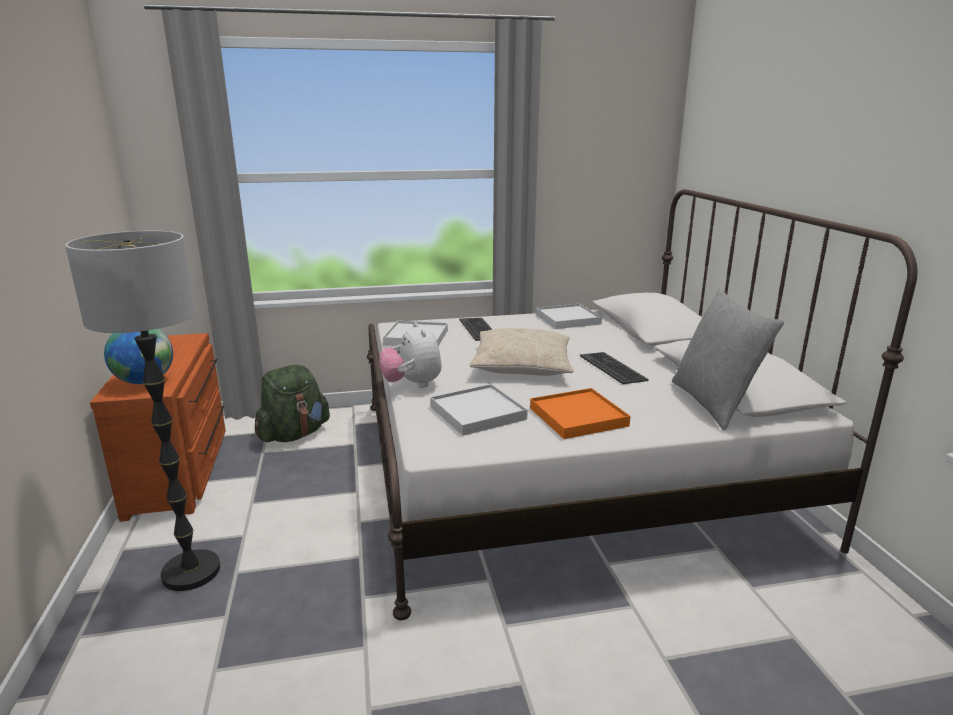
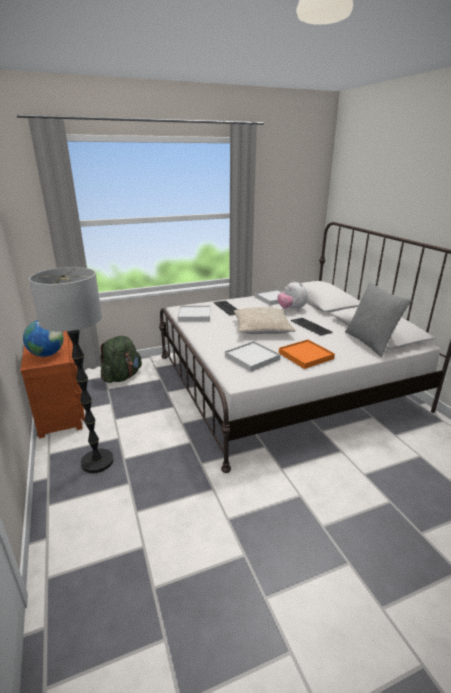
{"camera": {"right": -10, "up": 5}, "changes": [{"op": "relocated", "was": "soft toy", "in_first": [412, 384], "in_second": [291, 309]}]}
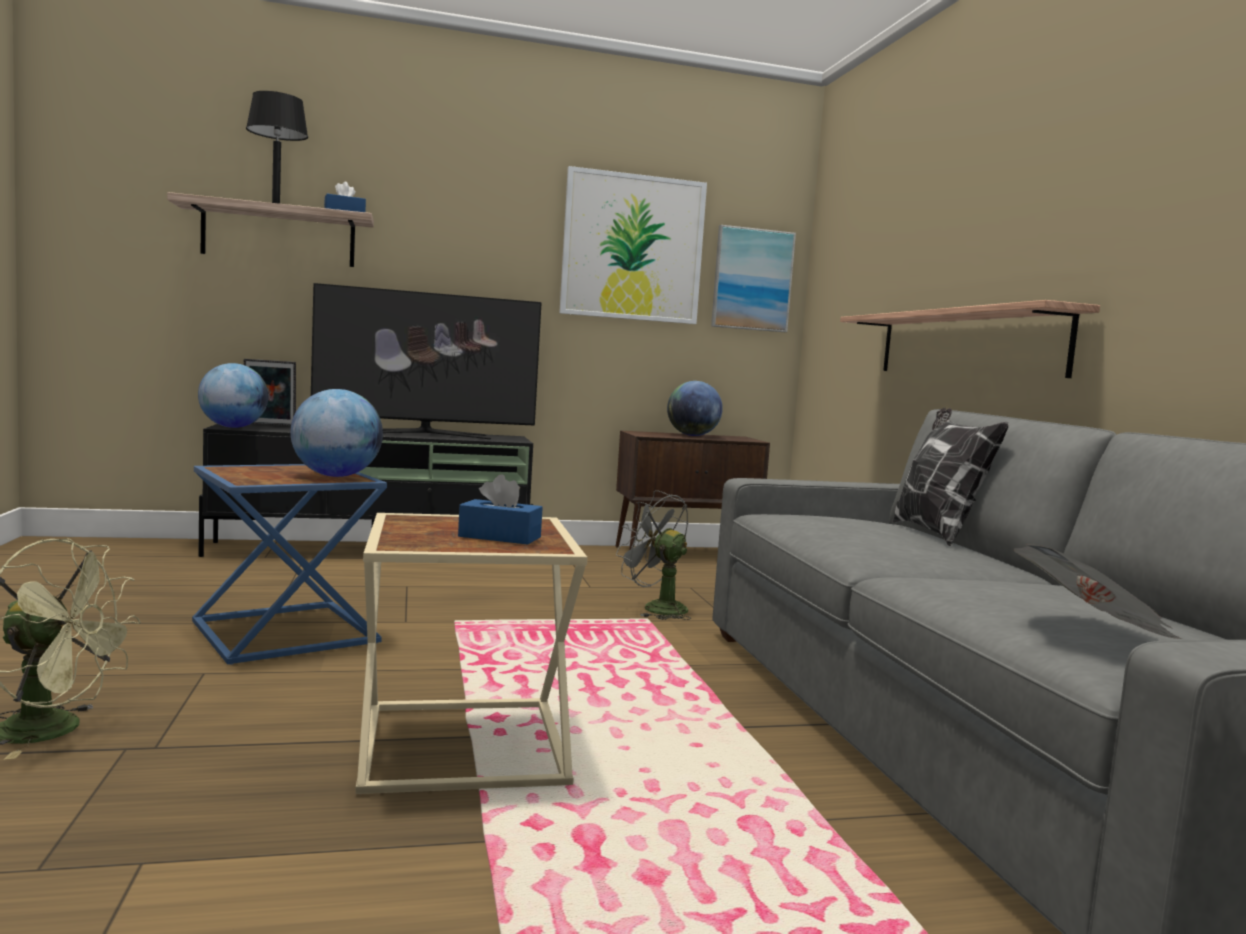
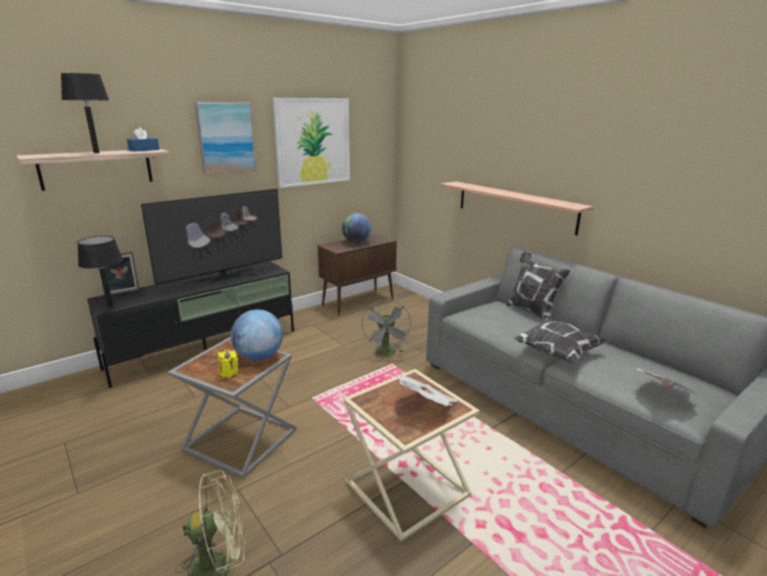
{"camera": {"right": -25, "up": 15}, "changes": [{"op": "colour", "was": "accent table/bluish", "now": "accent table/greyish", "in_first": [281, 632], "in_second": [239, 440]}, {"op": "exchanged", "was": "globe", "now": "tabletop lamp/black", "in_first": [233, 427], "in_second": [110, 306]}, {"op": "exchanged", "was": "tissue box/bluish", "now": "printed paper", "in_first": [499, 537], "in_second": [427, 405]}, {"op": "spun", "was": "cooling fan/greyish", "in_first": [655, 608], "in_second": [386, 353], "clockwise": -105}, {"op": "relocated", "was": "wall picture", "in_first": [752, 279], "in_second": [226, 138]}, {"op": "appeared", "now": "wax candle/yellow", "in_second": [229, 373]}, {"op": "appeared", "now": "cushion", "in_second": [556, 352]}]}
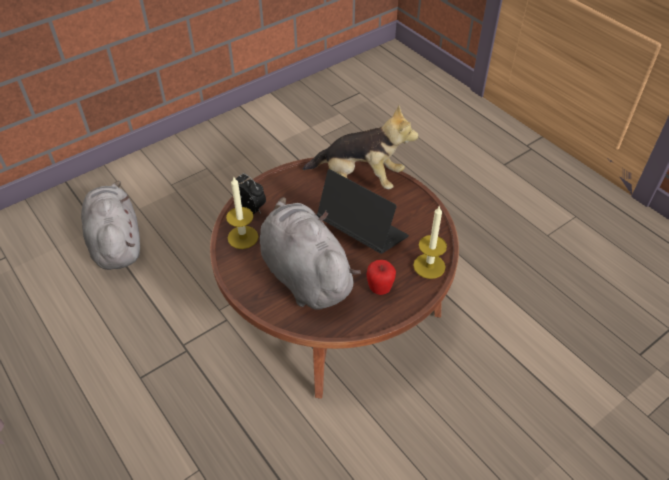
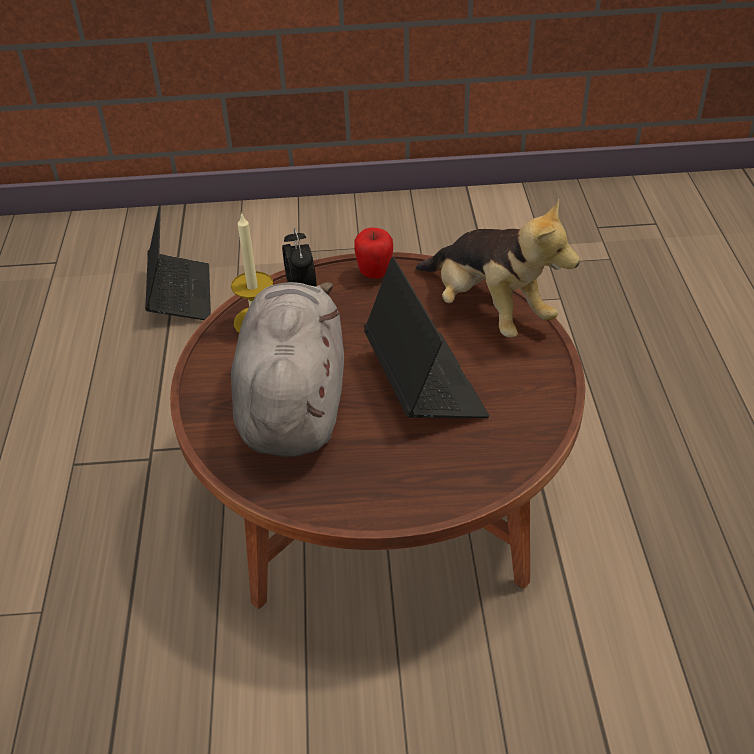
{"camera": {"right": 35, "up": -5}, "changes": [{"op": "exchanged", "was": "soft toy/greyish", "now": "laptop", "in_first": [116, 243], "in_second": [180, 295]}, {"op": "relocated", "was": "apple", "in_first": [379, 288], "in_second": [374, 273]}, {"op": "missing", "was": "wax candle", "in_first": [429, 266]}]}
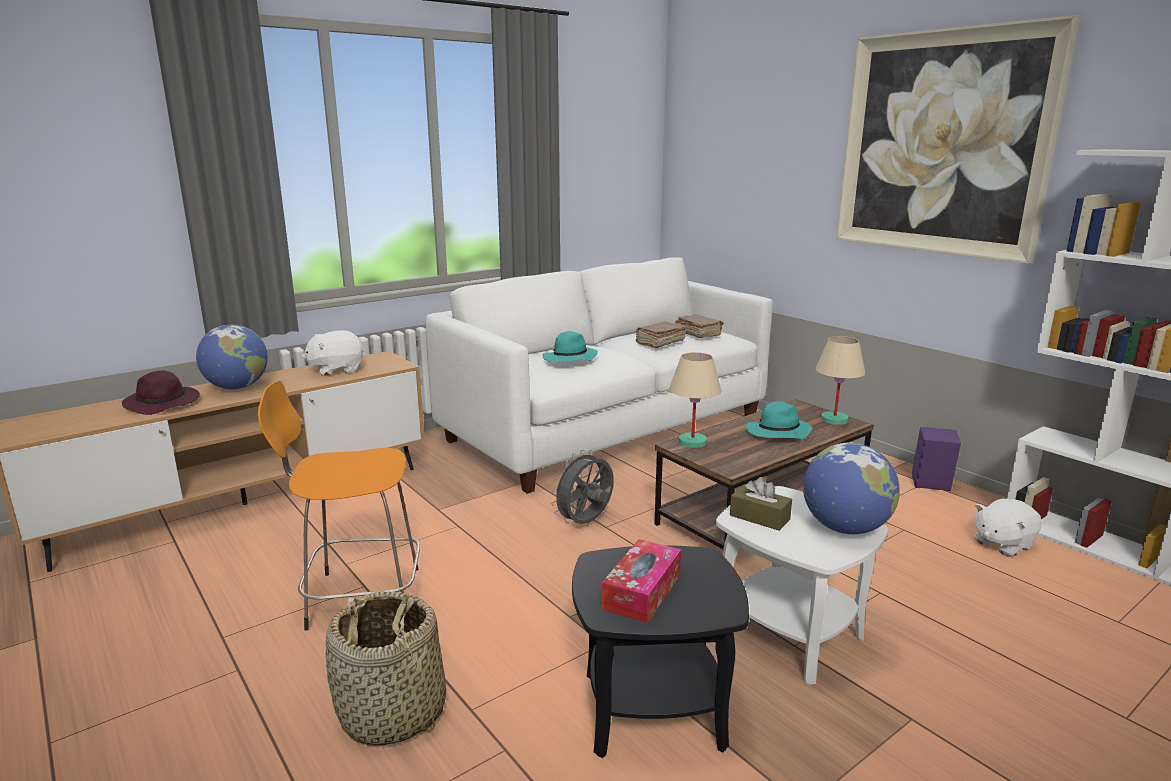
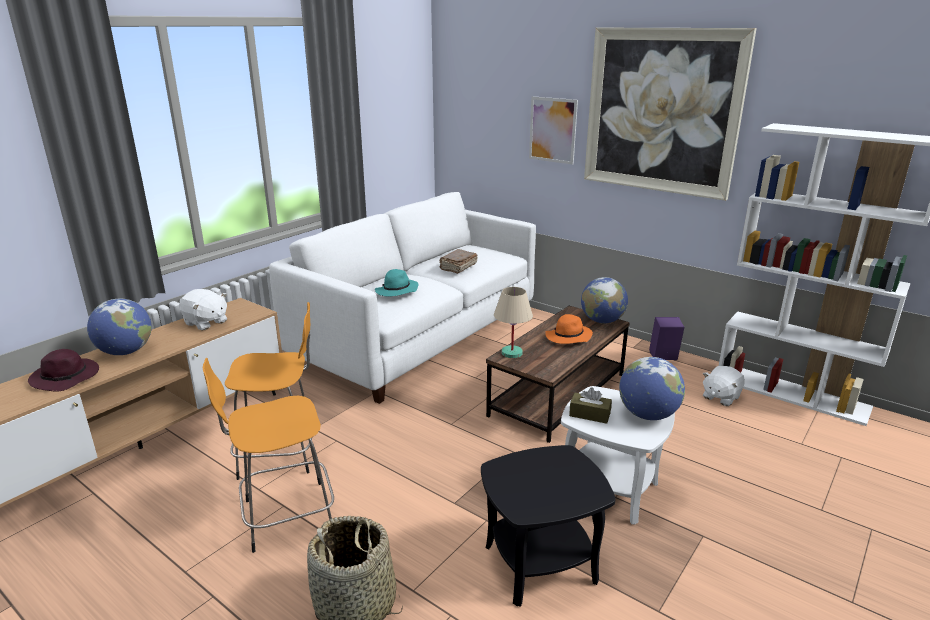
{"camera": {"right": -15, "up": 5}, "changes": [{"op": "spun", "was": "soft toy/white", "in_first": [336, 369], "in_second": [206, 323], "clockwise": -105}, {"op": "missing", "was": "cooling fan/greyish", "in_first": [585, 523]}, {"op": "missing", "was": "tissue box", "in_first": [642, 592]}, {"op": "missing", "was": "volume/brown", "in_first": [698, 334]}, {"op": "colour", "was": "hat/turquoise", "now": "hat/orange", "in_first": [777, 433], "in_second": [568, 337]}, {"op": "exchanged", "was": "tabletop lamp/beige", "now": "globe", "in_first": [834, 420], "in_second": [602, 321]}, {"op": "appeared", "now": "stool/orange", "in_second": [281, 455]}, {"op": "appeared", "now": "wall picture", "in_second": [552, 130]}]}
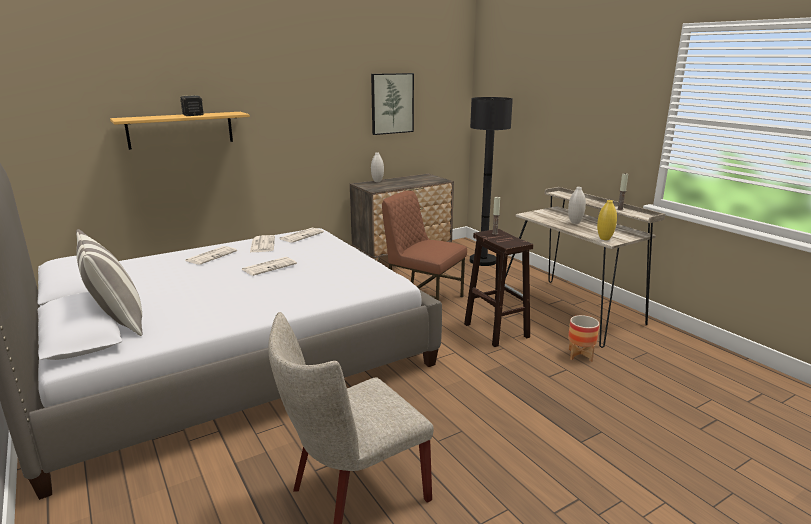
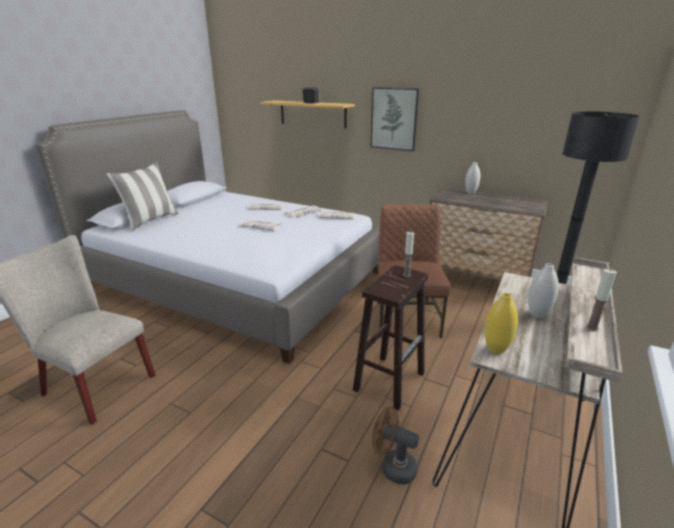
{"camera": {"right": 60, "up": 5}, "changes": [{"op": "relocated", "was": "wall picture", "in_first": [392, 103], "in_second": [394, 119]}, {"op": "exchanged", "was": "flower pot", "now": "cooling fan/brown", "in_first": [580, 355], "in_second": [393, 467]}]}
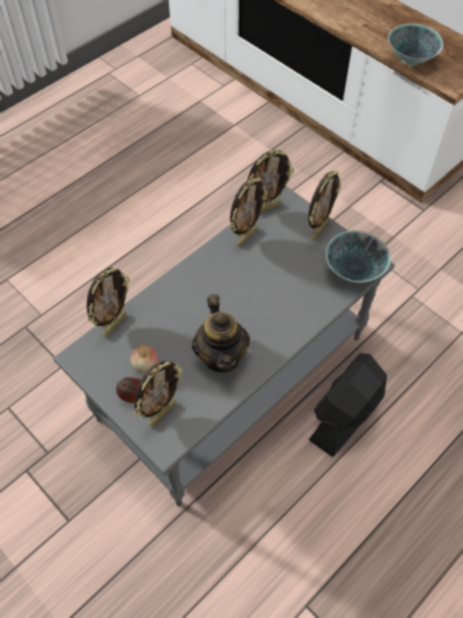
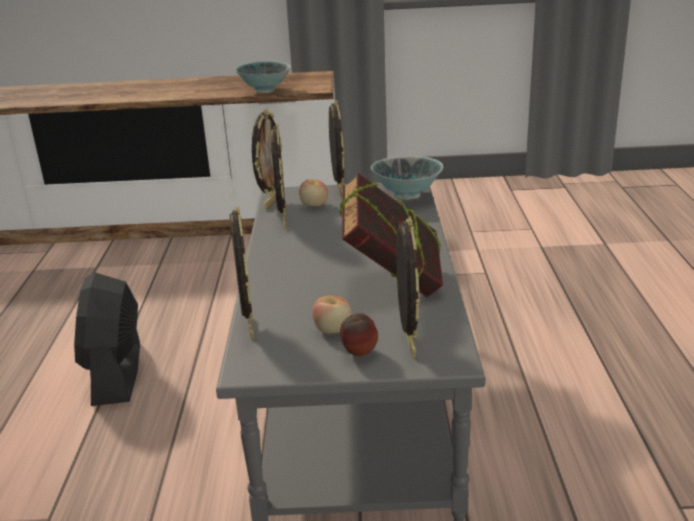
{"camera": {"right": -45, "up": -30}, "changes": [{"op": "exchanged", "was": "pot for tea", "now": "volume", "in_first": [221, 356], "in_second": [392, 284]}, {"op": "relocated", "was": "cooling fan/black", "in_first": [345, 416], "in_second": [116, 374]}, {"op": "appeared", "now": "apple", "in_second": [314, 205]}]}
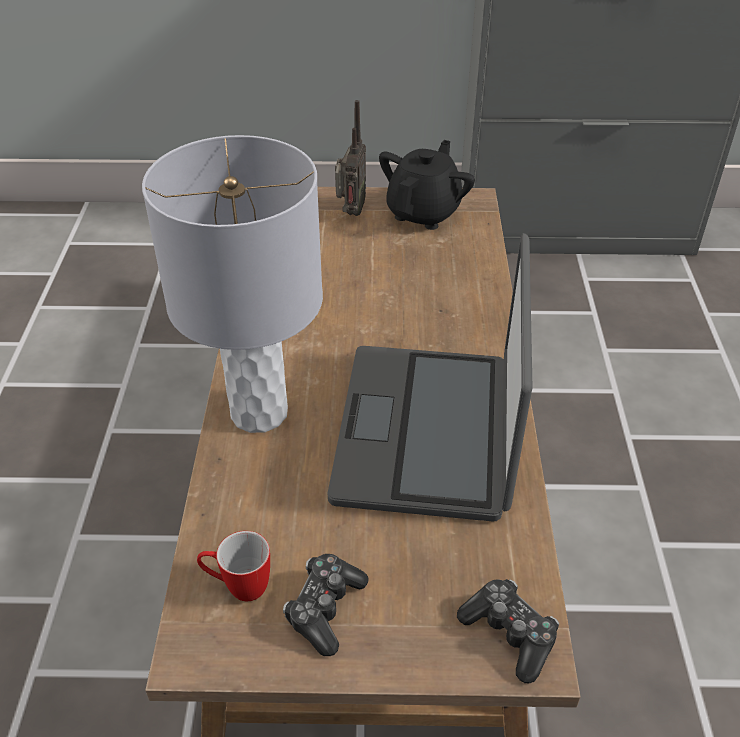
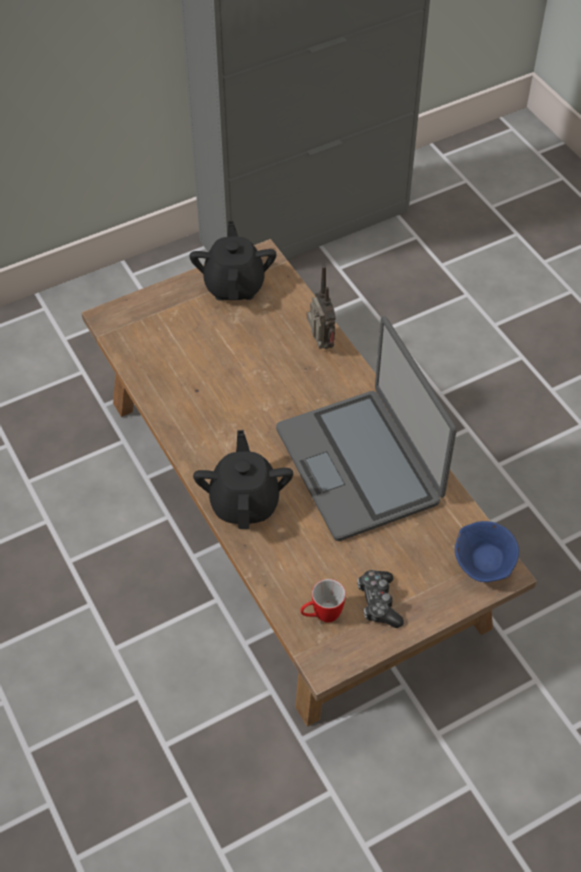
{"camera": {"right": -30, "up": 10}, "changes": [{"op": "exchanged", "was": "tabletop lamp/greyish", "now": "pot for tea/black", "in_first": [259, 413], "in_second": [245, 502]}, {"op": "relocated", "was": "radio set", "in_first": [350, 213], "in_second": [320, 345]}, {"op": "exchanged", "was": "gamepad", "now": "bowl/bluish", "in_first": [510, 634], "in_second": [484, 566]}]}
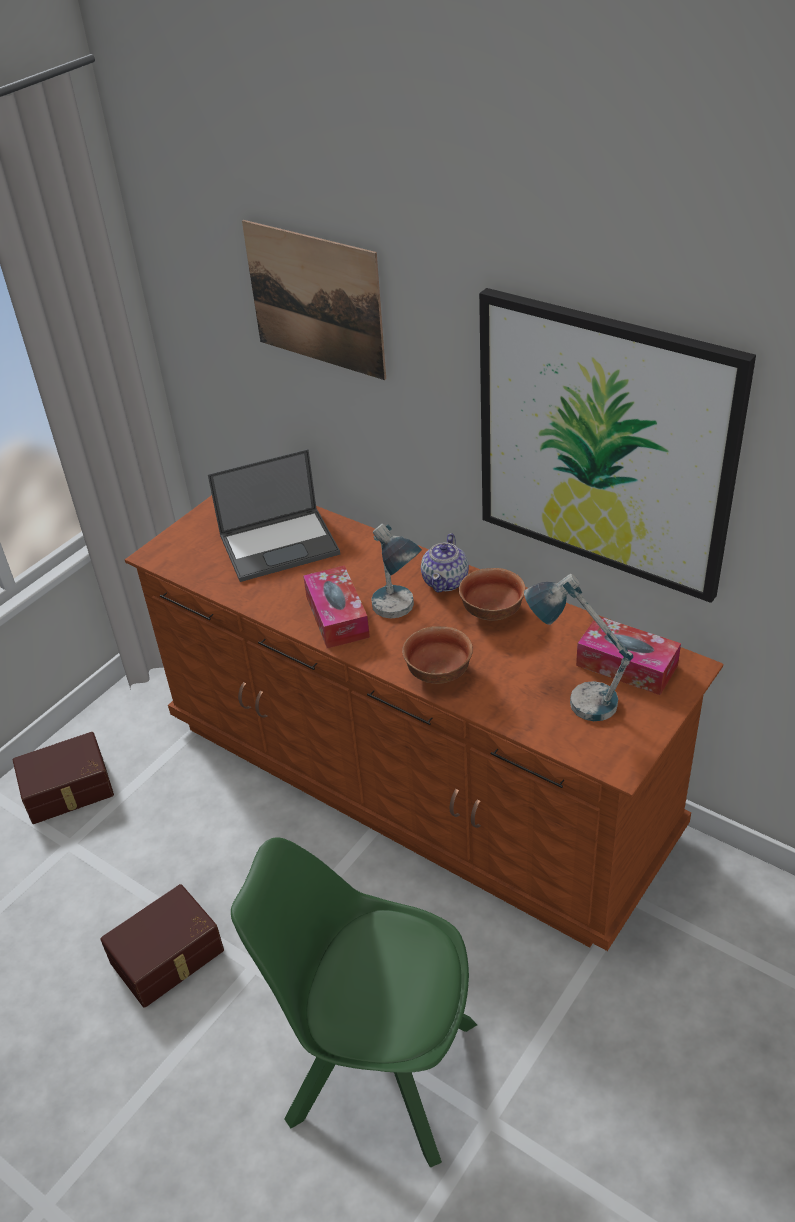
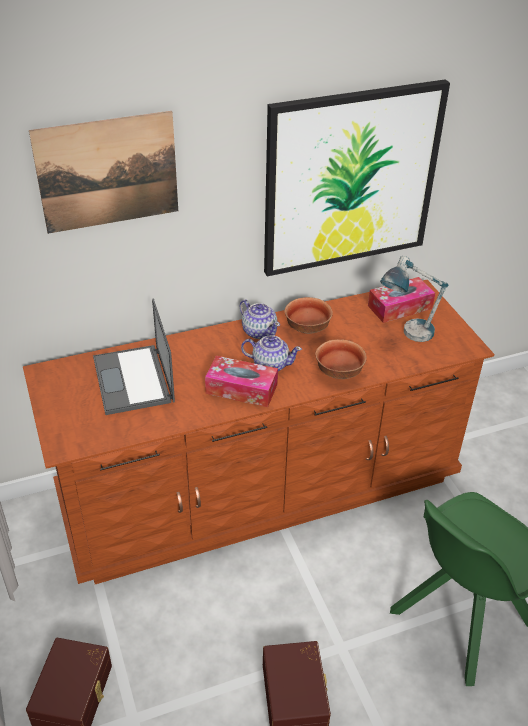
{"camera": {"right": -60, "up": 0}, "changes": [{"op": "spun", "was": "laptop", "in_first": [280, 544], "in_second": [134, 380], "clockwise": 150}, {"op": "exchanged", "was": "tabletop lamp", "now": "pot for tea", "in_first": [398, 616], "in_second": [270, 364]}]}
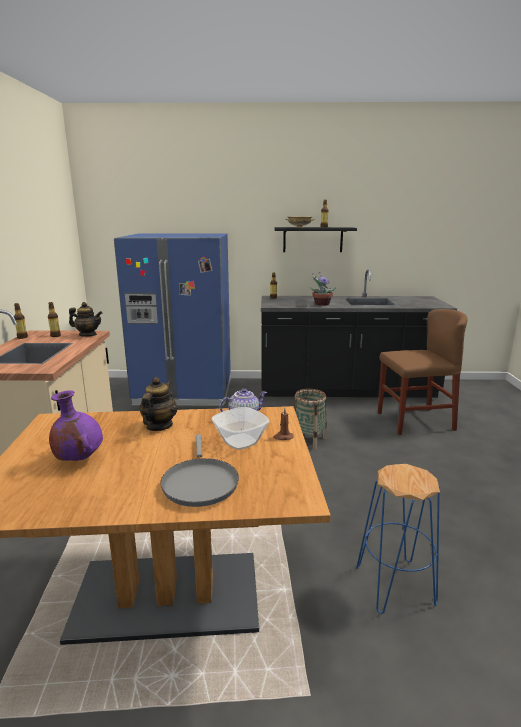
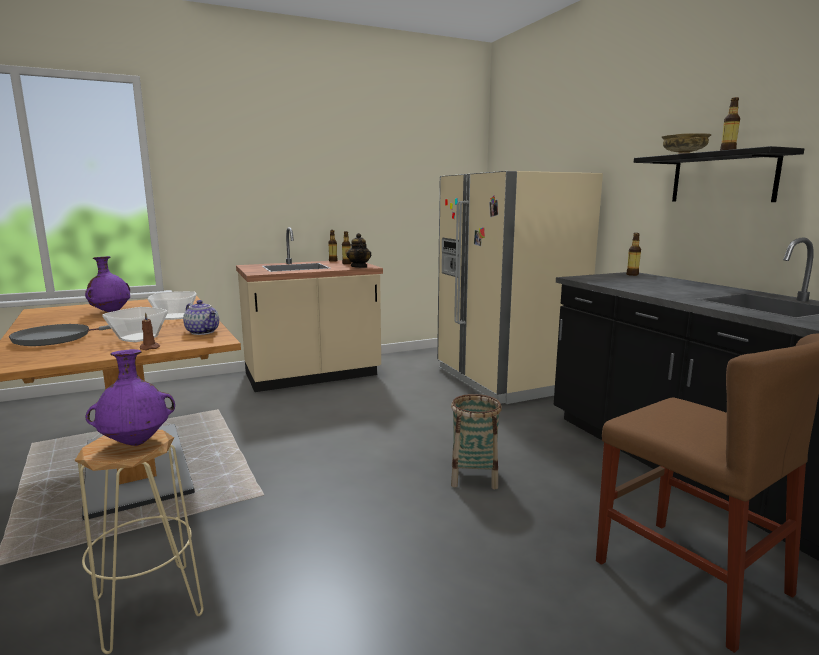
{"camera": {"right": 65, "up": -5}, "changes": [{"op": "colour", "was": "kitchen fridge/bluish", "now": "kitchen fridge/beige", "in_first": [184, 392], "in_second": [506, 379]}, {"op": "exchanged", "was": "pot for tea", "now": "bowl", "in_first": [159, 426], "in_second": [174, 317]}, {"op": "missing", "was": "plant in a pot", "in_first": [321, 304]}, {"op": "colour", "was": "stool/bluish", "now": "stool/beige", "in_first": [395, 586], "in_second": [147, 607]}, {"op": "appeared", "now": "decorative vase/purple", "in_second": [137, 442]}]}
